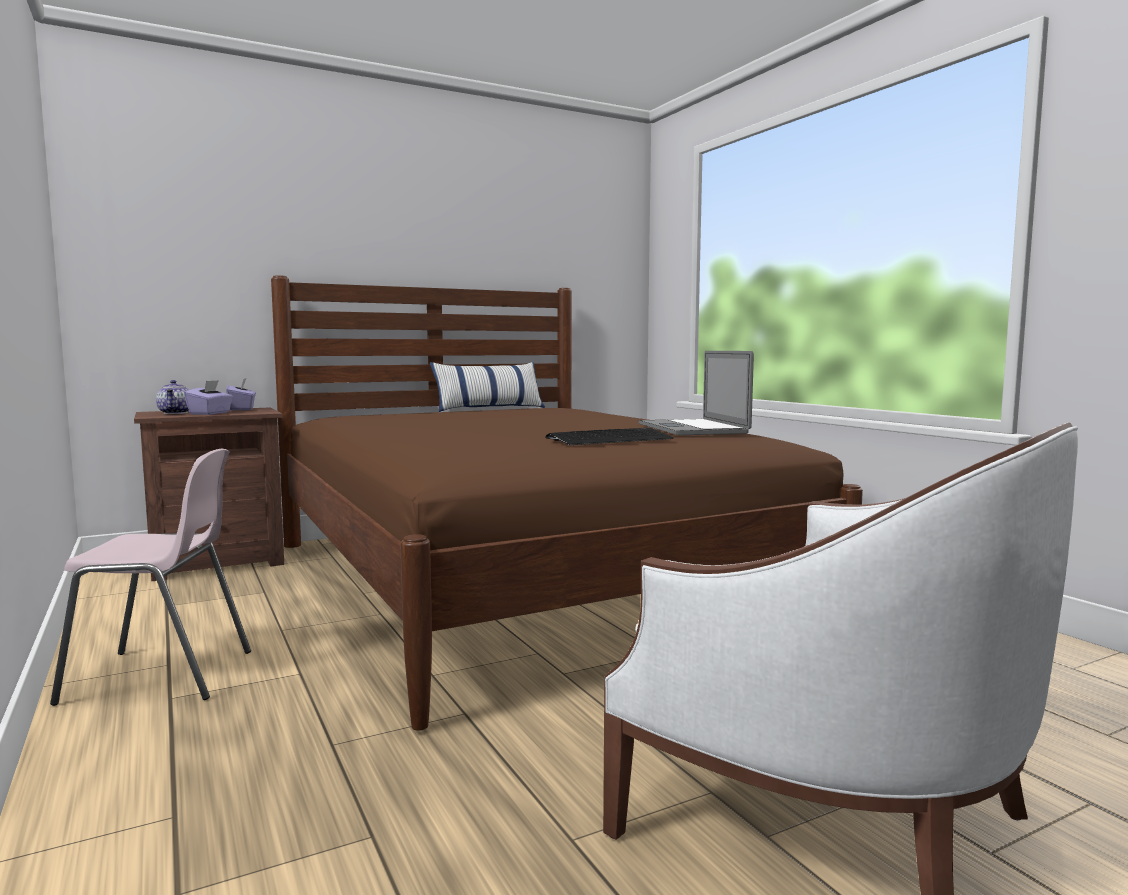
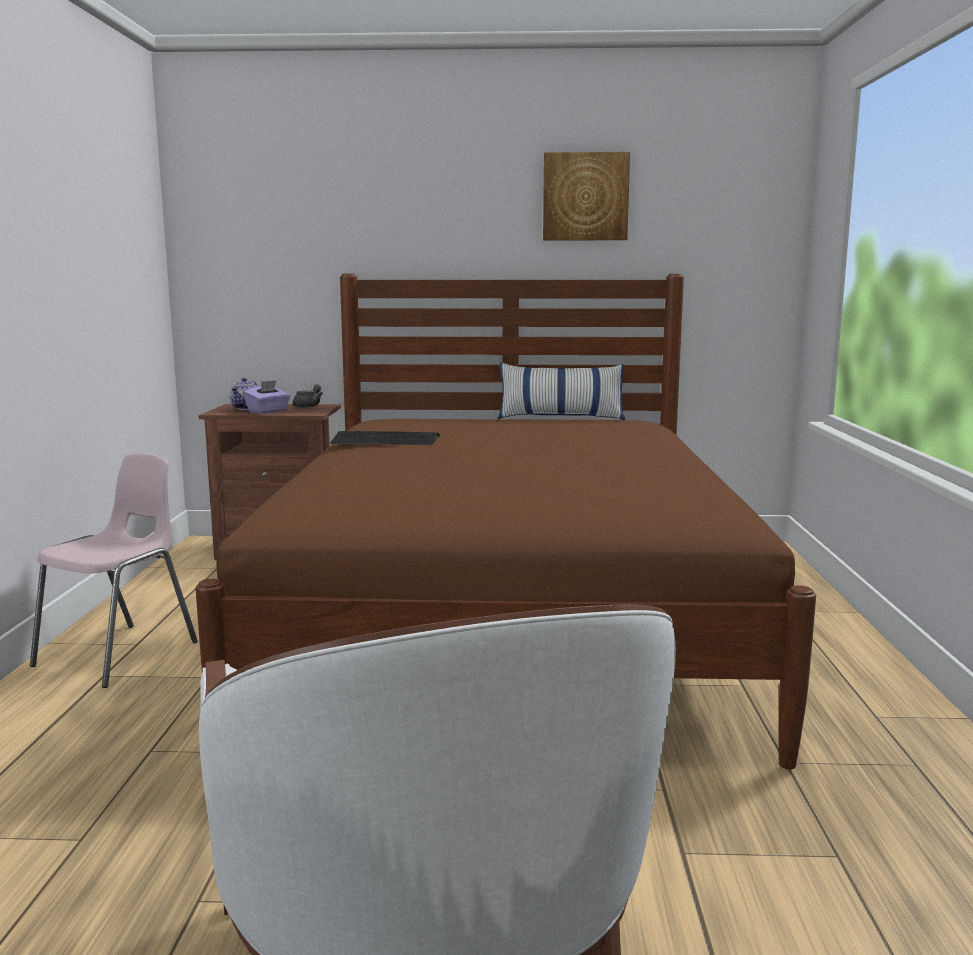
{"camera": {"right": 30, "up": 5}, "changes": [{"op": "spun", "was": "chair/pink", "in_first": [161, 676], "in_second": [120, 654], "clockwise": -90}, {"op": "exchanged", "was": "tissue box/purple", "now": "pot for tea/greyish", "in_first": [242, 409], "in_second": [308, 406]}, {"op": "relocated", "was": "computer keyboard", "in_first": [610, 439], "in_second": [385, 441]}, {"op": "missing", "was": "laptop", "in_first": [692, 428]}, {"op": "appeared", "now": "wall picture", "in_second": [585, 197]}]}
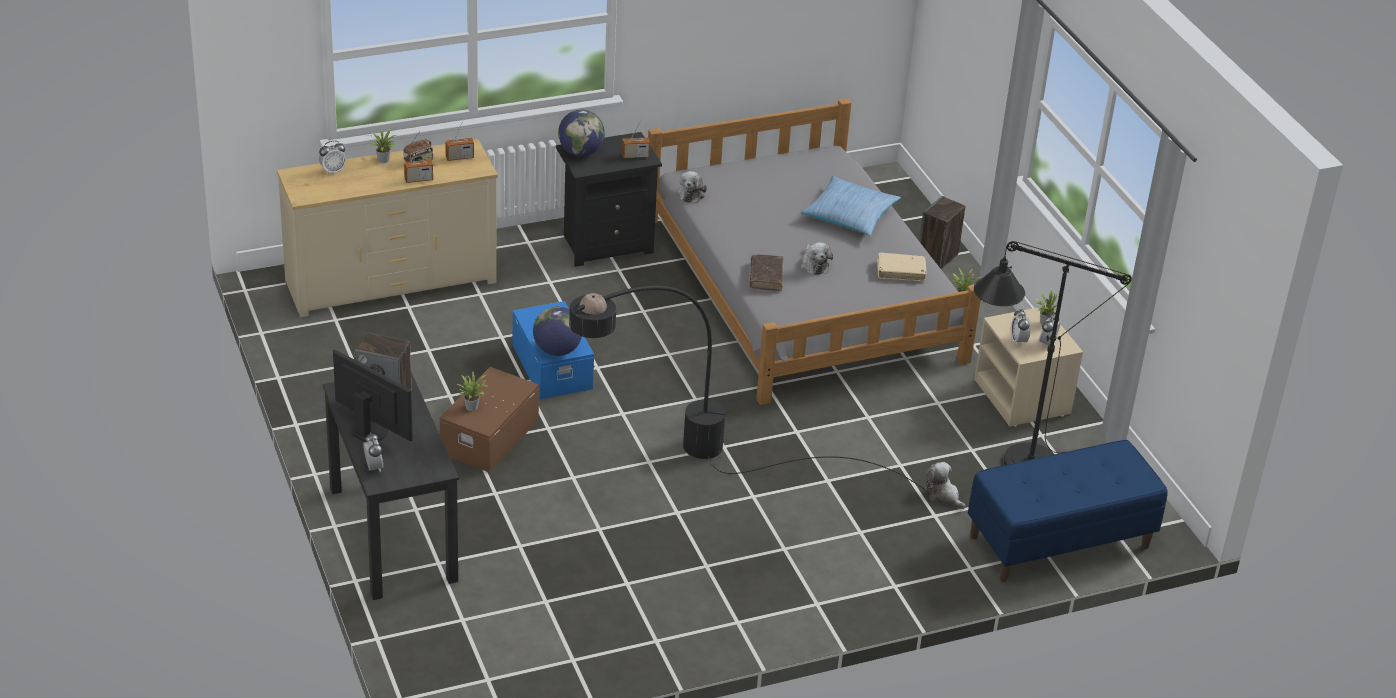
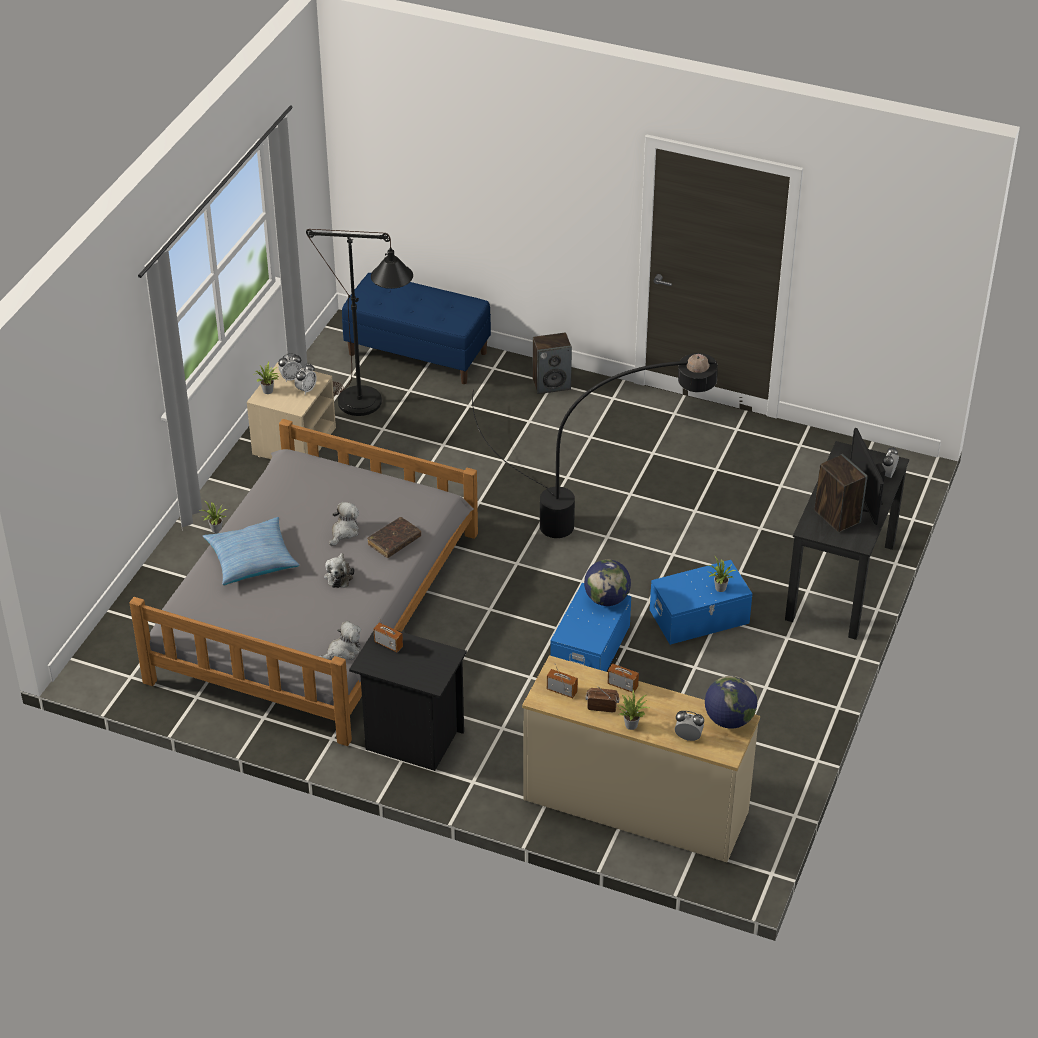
{"camera": {"right": -135, "up": 5}, "changes": [{"op": "colour", "was": "storage container/brown", "now": "storage container/bluish", "in_first": [488, 436], "in_second": [700, 617]}, {"op": "relocated", "was": "globe", "in_first": [580, 152], "in_second": [729, 720]}, {"op": "missing", "was": "volume/beige", "in_first": [901, 271]}, {"op": "relocated", "was": "speaker", "in_first": [937, 258], "in_second": [551, 384]}, {"op": "relocated", "was": "soft toy", "in_first": [943, 495], "in_second": [339, 576]}]}
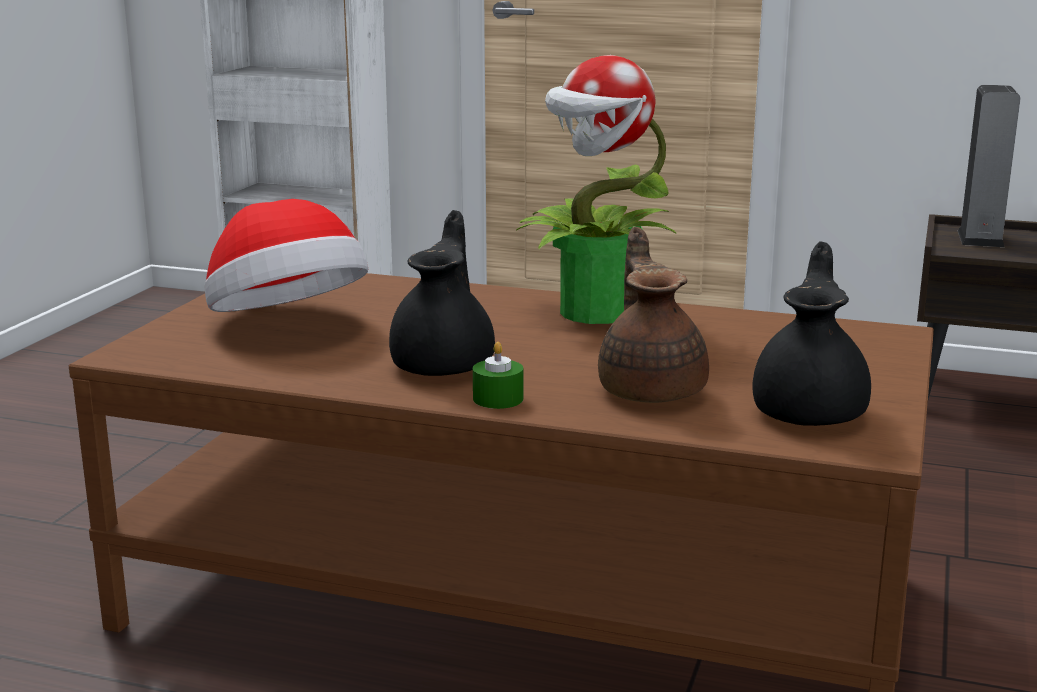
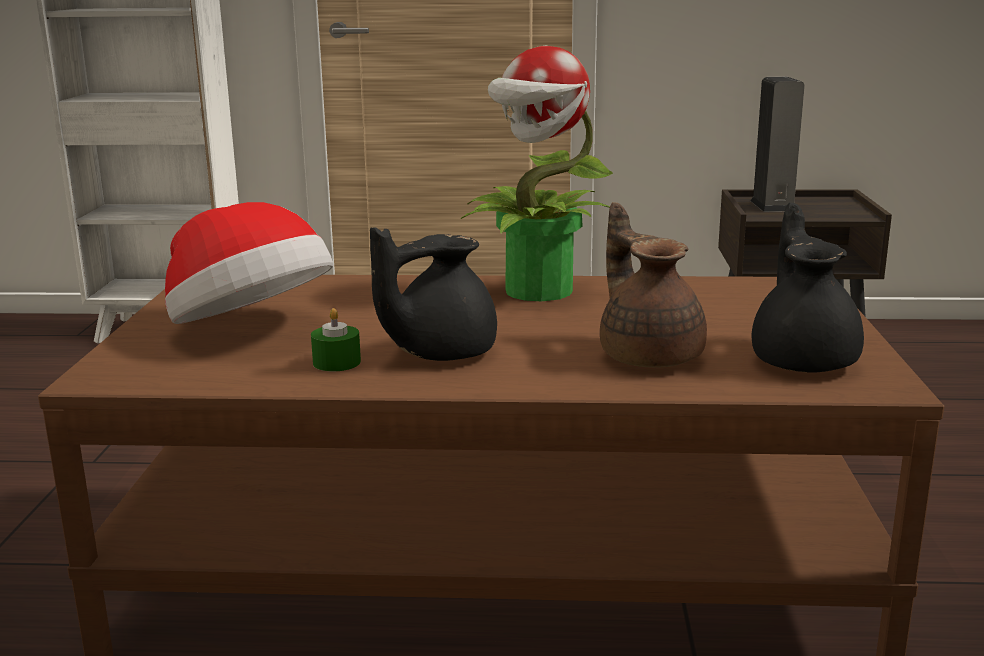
{"camera": {"right": -15, "up": 0}, "changes": [{"op": "spun", "was": "pot for tea/black", "in_first": [445, 365], "in_second": [439, 353], "clockwise": -120}, {"op": "relocated", "was": "wax candle/green-coloured", "in_first": [498, 399], "in_second": [336, 362]}]}
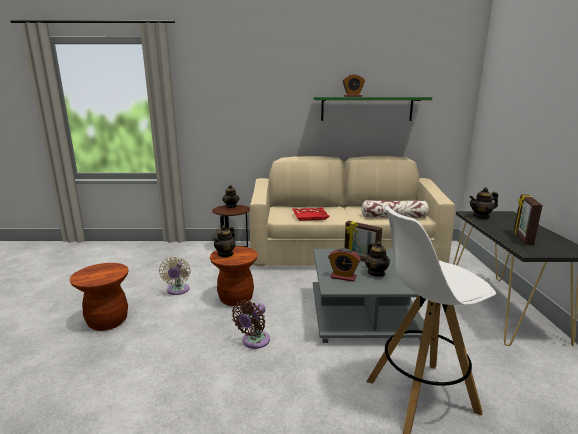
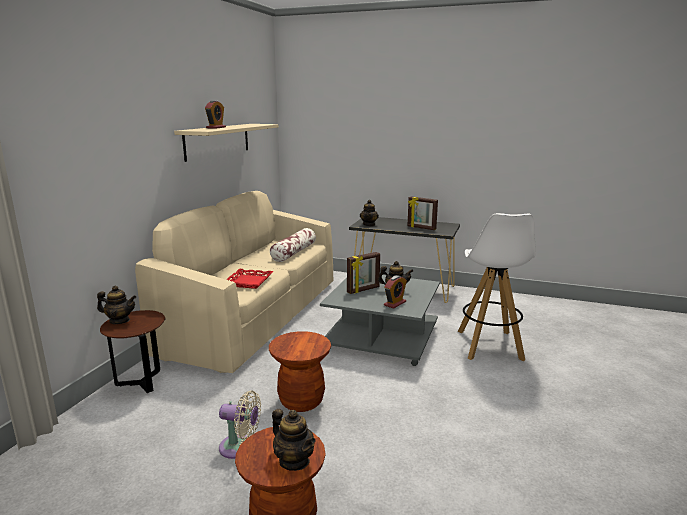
{"camera": {"right": -70, "up": 0}, "changes": [{"op": "relocated", "was": "pot for tea", "in_first": [225, 254], "in_second": [294, 461]}, {"op": "missing", "was": "cooling fan/brown", "in_first": [254, 341]}, {"op": "colour", "was": "shelf/green-coloured", "now": "shelf/beige", "in_first": [366, 108], "in_second": [218, 141]}]}
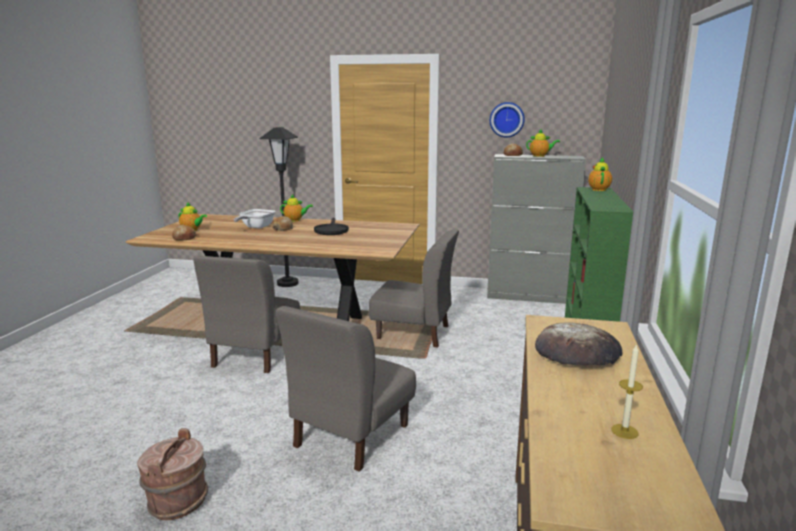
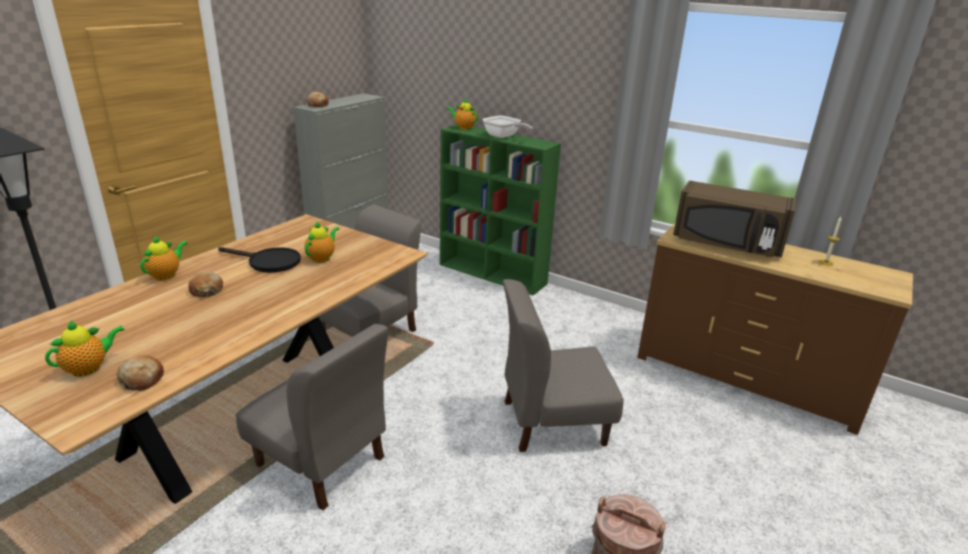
{"camera": {"right": -70, "up": 10}, "changes": [{"op": "relocated", "was": "skillet", "in_first": [255, 227], "in_second": [504, 136]}, {"op": "spun", "was": "chair/greyish", "in_first": [350, 435], "in_second": [552, 422], "clockwise": 120}, {"op": "missing", "was": "wall clock", "in_first": [507, 119]}, {"op": "relocated", "was": "pot for tea", "in_first": [540, 156], "in_second": [322, 258]}, {"op": "exchanged", "was": "bread", "now": "kitchen microwave/brown", "in_first": [578, 352], "in_second": [726, 244]}]}
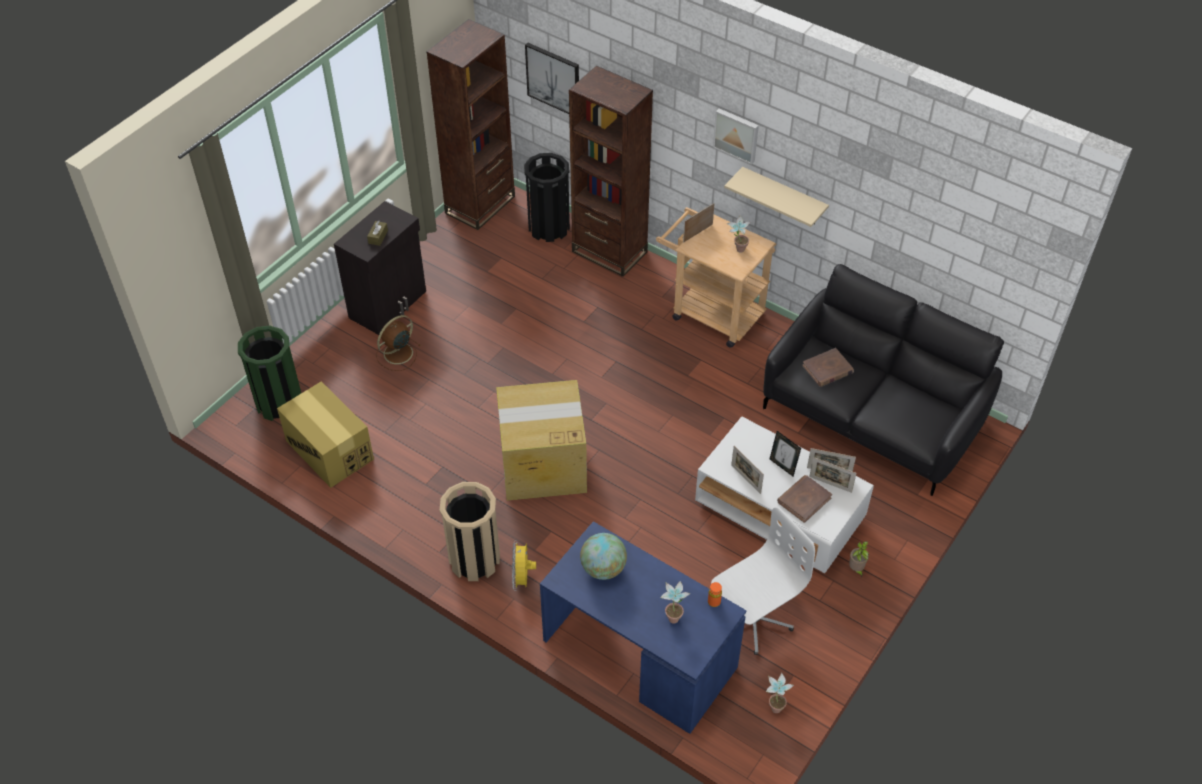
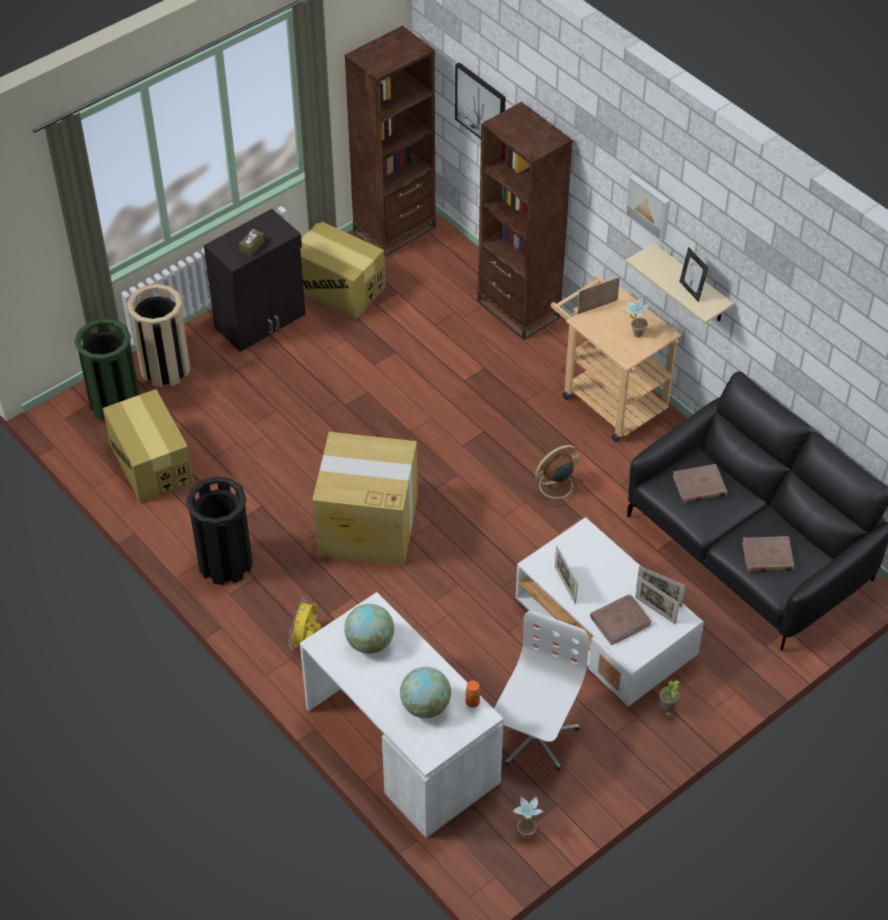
{"camera": {"right": 15, "up": 0}, "changes": [{"op": "relocated", "was": "cooling fan/brown", "in_first": [397, 354], "in_second": [554, 486]}, {"op": "relocated", "was": "rubbish bin/beige", "in_first": [474, 559], "in_second": [165, 368]}, {"op": "relocated", "was": "rubbish bin/black", "in_first": [549, 227], "in_second": [225, 563]}, {"op": "colour", "was": "desk table/bluish", "now": "desk table/white", "in_first": [638, 654], "in_second": [400, 745]}, {"op": "exchanged", "was": "plant in a pot", "now": "globe", "in_first": [673, 615], "in_second": [425, 706]}, {"op": "spun", "was": "desk chair/white", "in_first": [752, 619], "in_second": [534, 736], "clockwise": -45}, {"op": "relocated", "was": "picture frame", "in_first": [782, 466], "in_second": [691, 290]}, {"op": "appeared", "now": "carton", "in_second": [338, 288]}, {"op": "appeared", "now": "volume/brown", "in_second": [767, 557]}]}
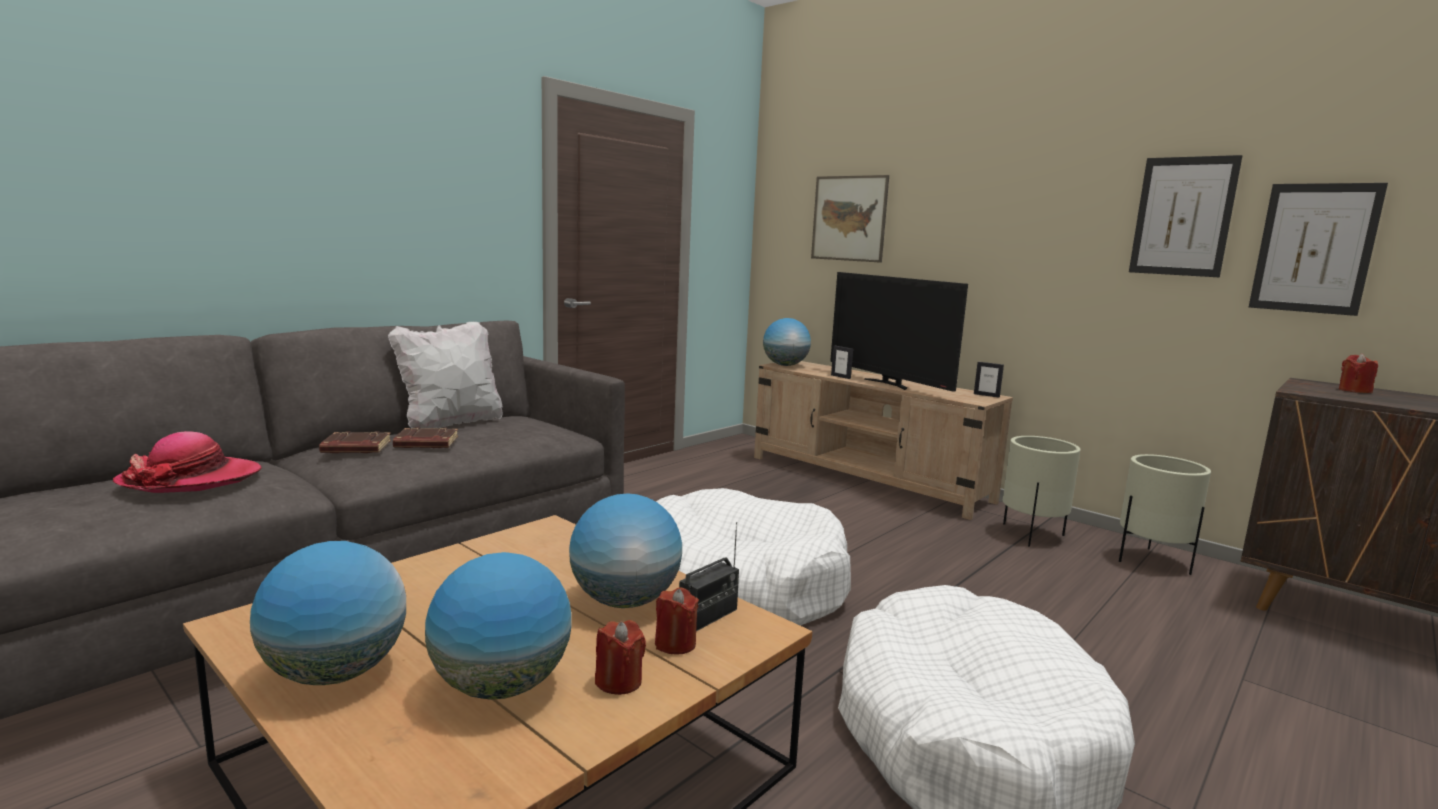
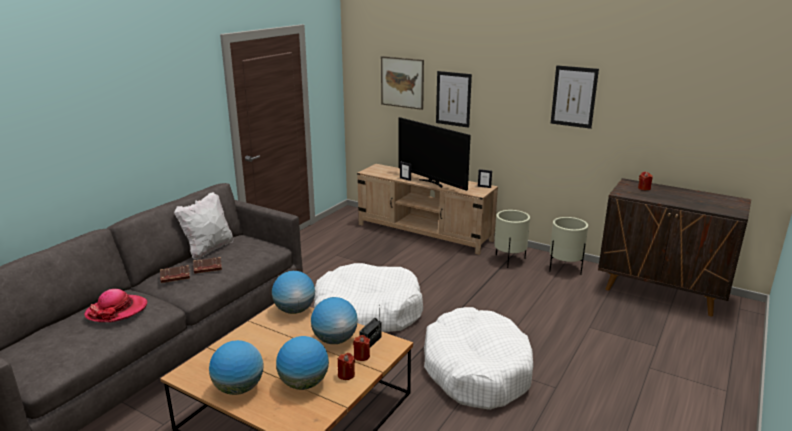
{"camera": {"right": -10, "up": 10}, "changes": [{"op": "relocated", "was": "globe", "in_first": [785, 365], "in_second": [295, 310]}, {"op": "relocated", "was": "wall picture", "in_first": [1314, 248], "in_second": [453, 99]}]}
